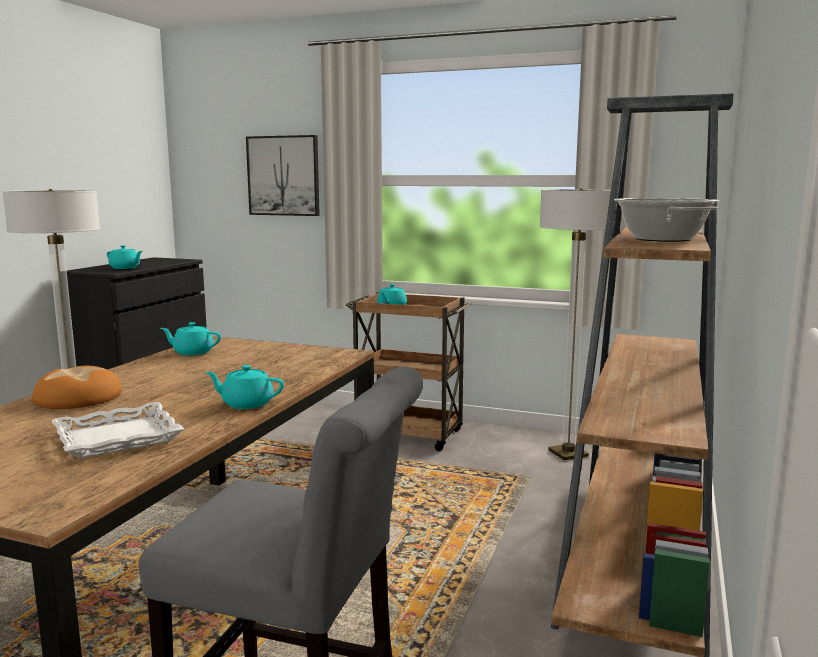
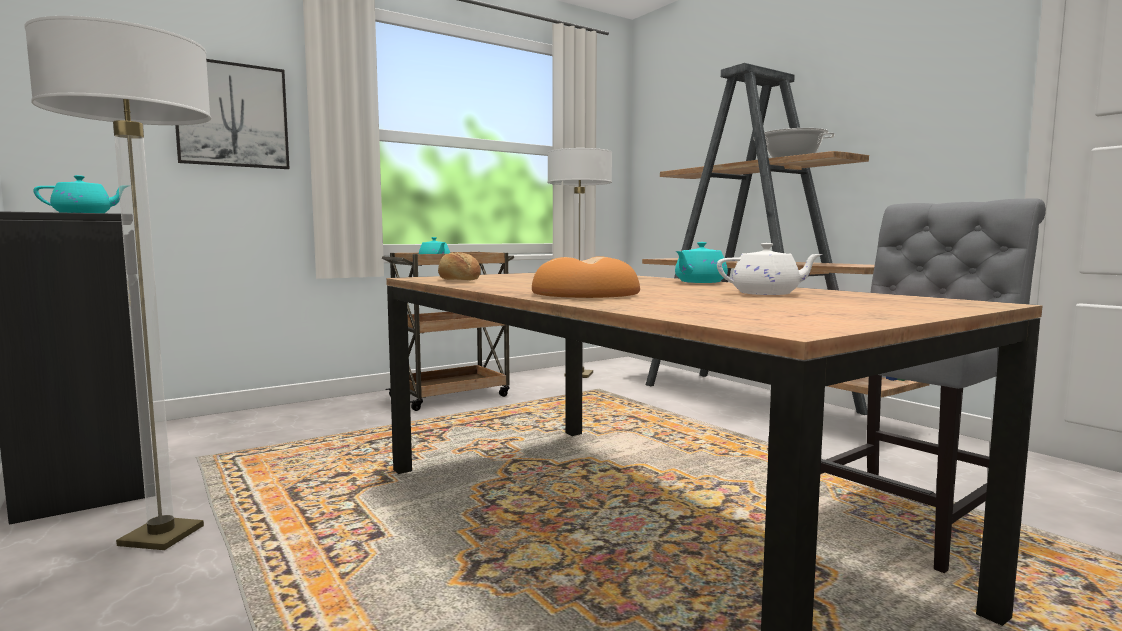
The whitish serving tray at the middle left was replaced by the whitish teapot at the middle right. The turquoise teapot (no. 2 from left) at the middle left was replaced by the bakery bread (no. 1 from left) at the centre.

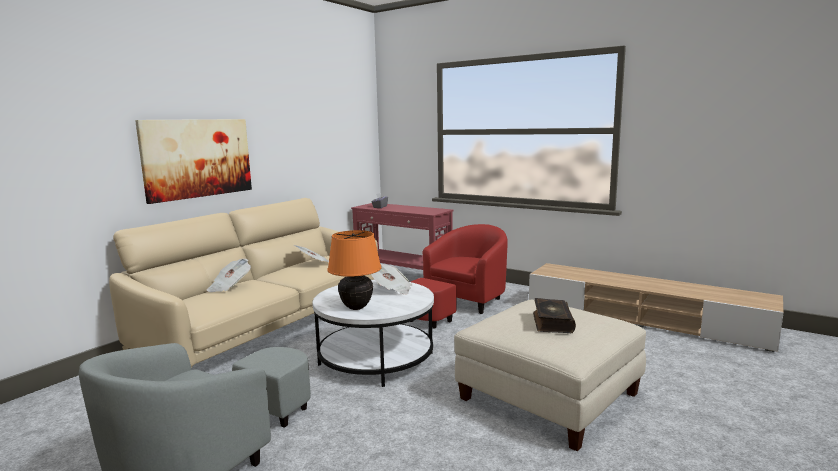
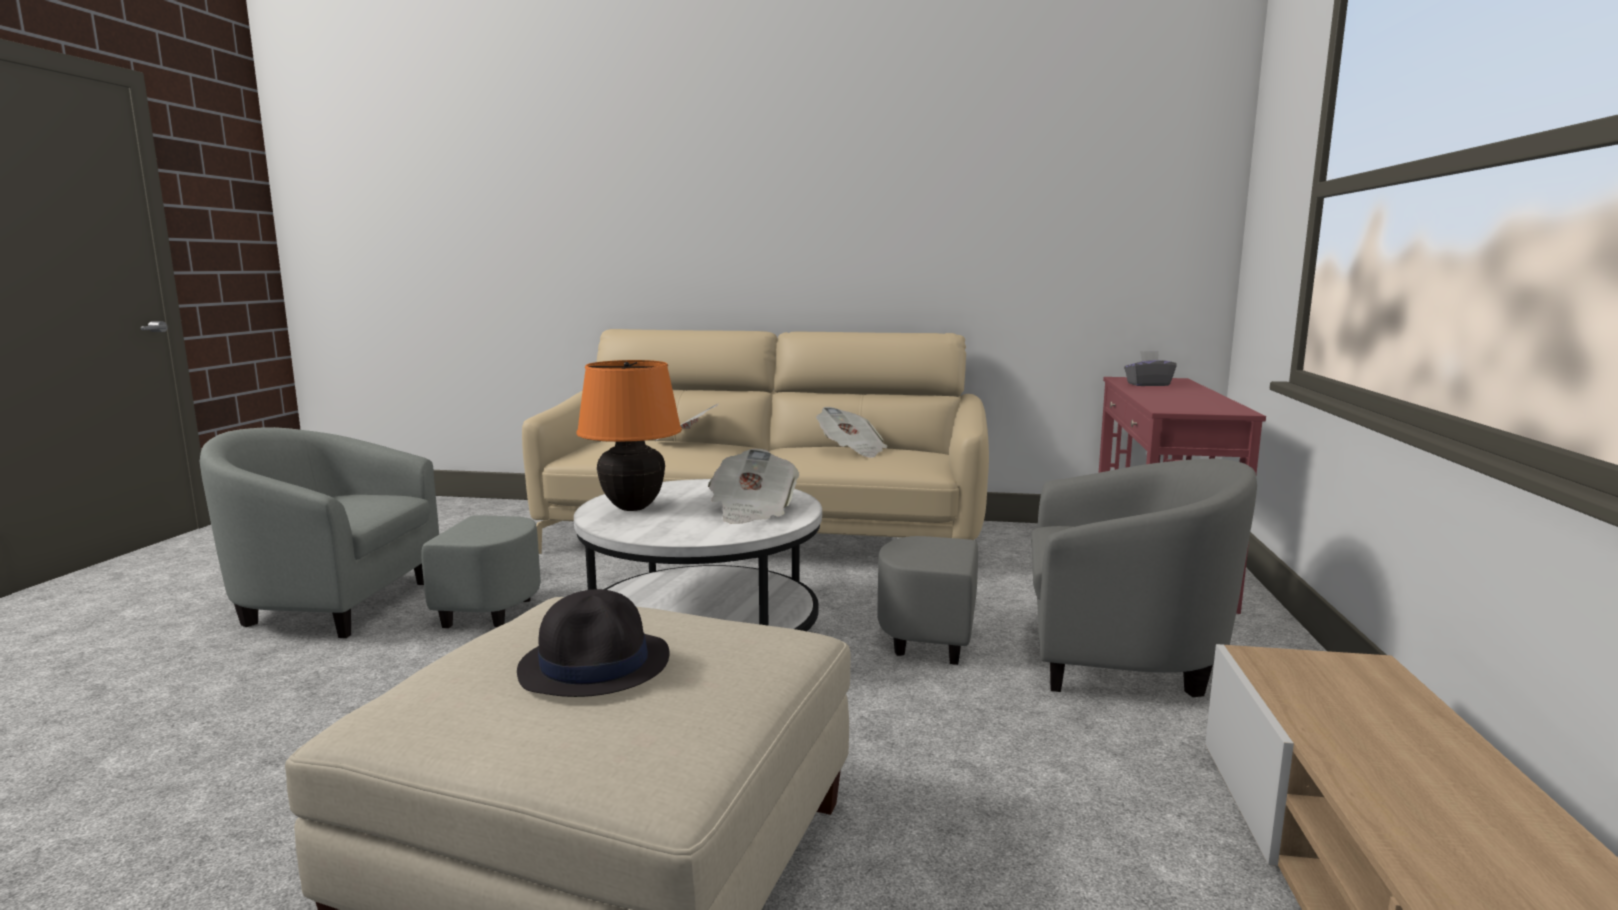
The picture at the middle left disappeared. The volume at the bottom centre was replaced by the black-coloured clothing hat at the bottom centre. The red-coloured armchair at the centre became the gray armchair (no. 2 from left) at the centre.

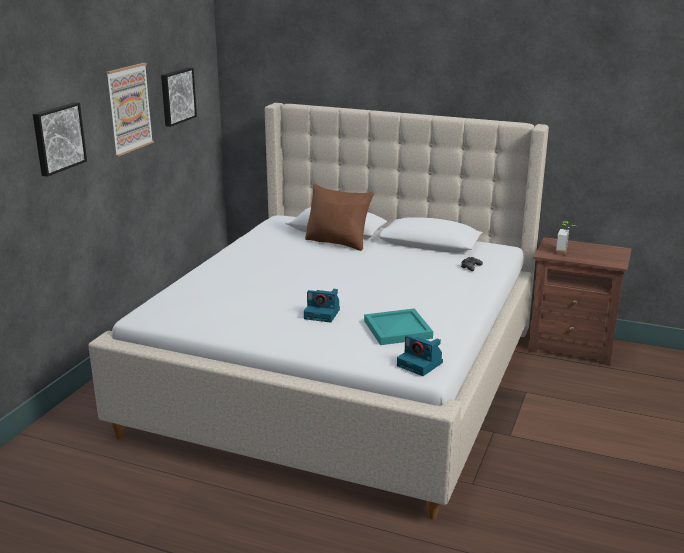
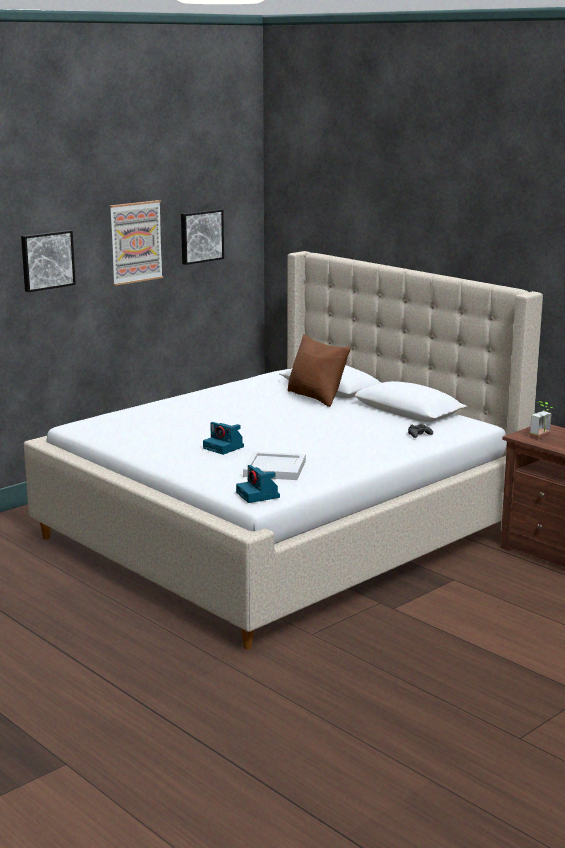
The turquoise serving tray at the centre became the whitish serving tray at the centre.

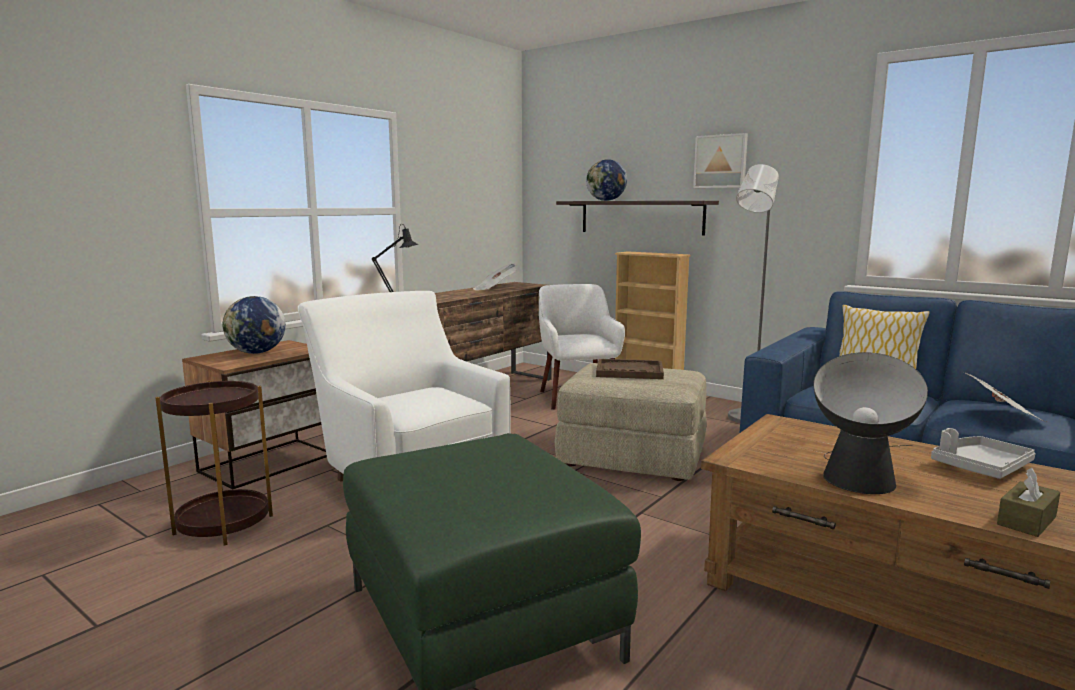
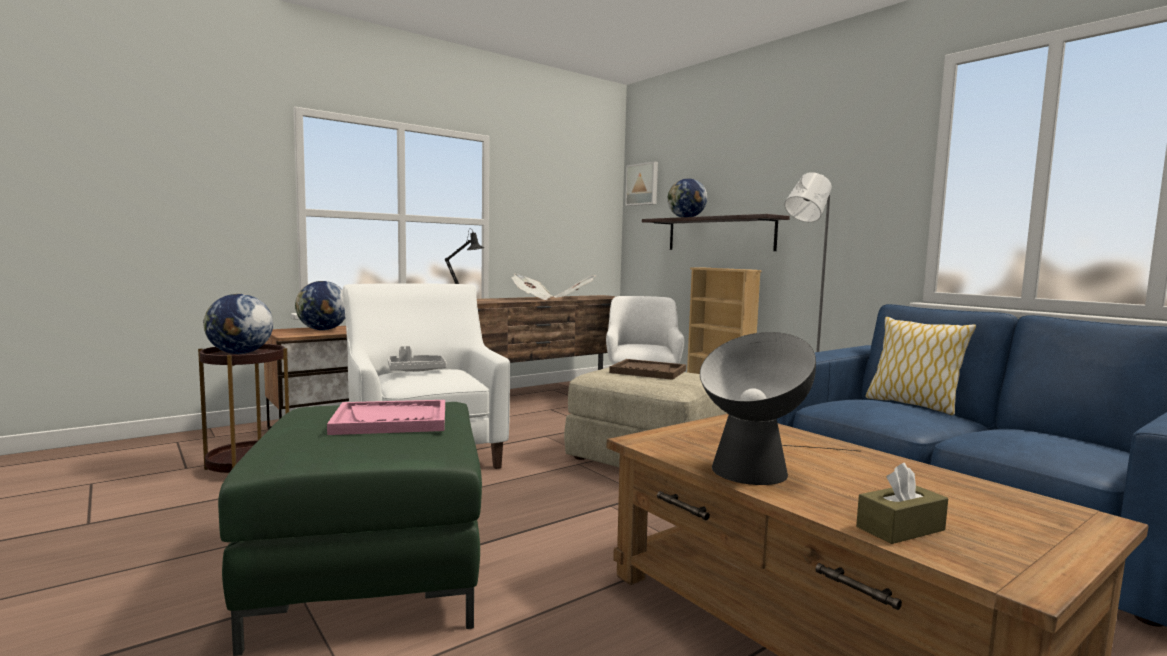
The desk globe (no. 1 from left) at the middle left appeared. The pink-coloured serving tray at the middle left appeared. The picture moved from the top right to the top centre. The gray serving tray moved from the middle right to the centre. The newspaper (no. 2 from left in the first image) moved from the middle right to the centre.

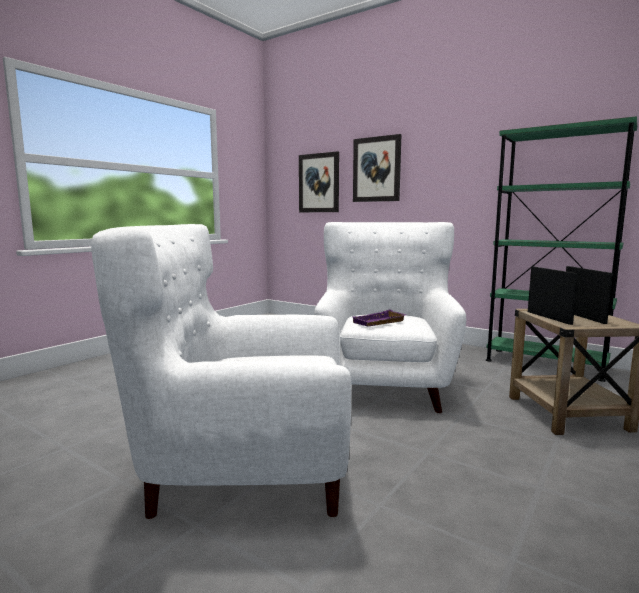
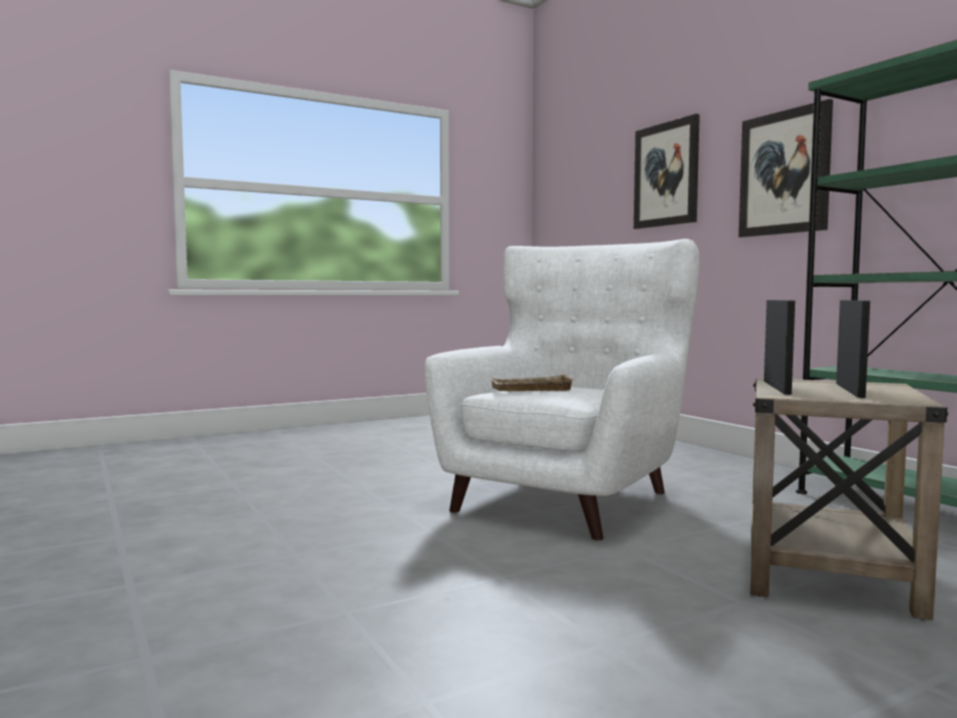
The whitish armchair (no. 1 from left) at the centre disappeared. The picture (no. 1 from left in the first image) moved from the top centre to the top right. The purplish serving tray at the centre became the beige serving tray at the centre.

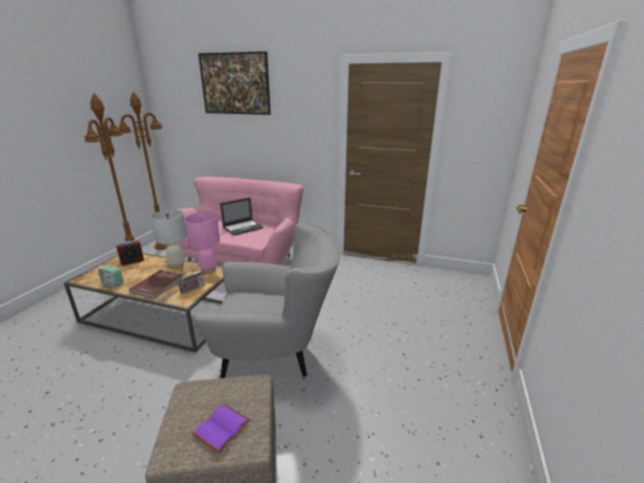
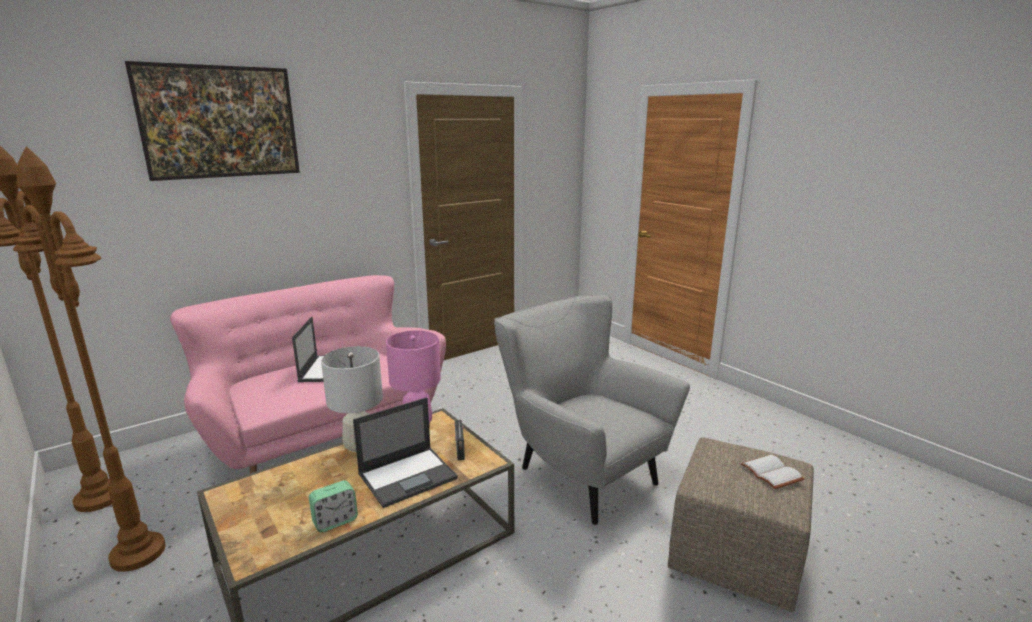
The bedside clock (no. 2 from left) at the middle left disappeared. The red-coloured volume at the middle left was replaced by the laptop (no. 2 from left) at the bottom centre. The purplish volume at the bottom centre became the whitish volume at the bottom right. The gray armchair at the centre turned 75 degrees counterclockwise.

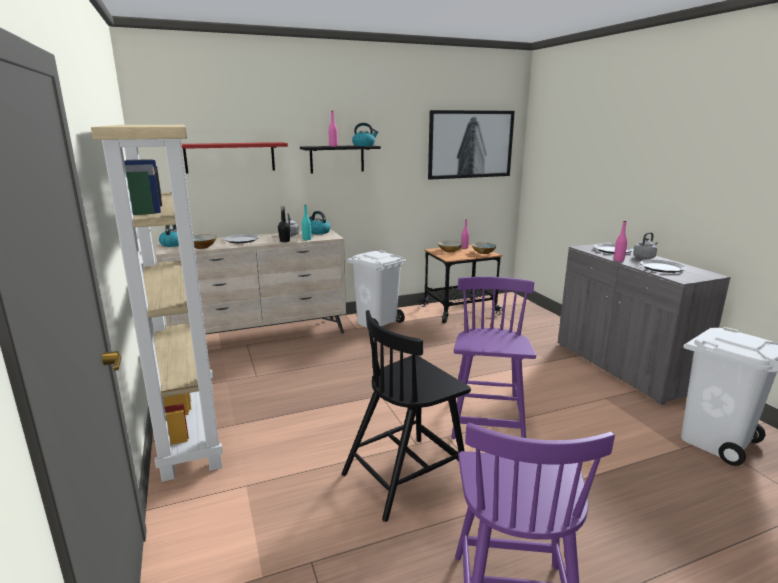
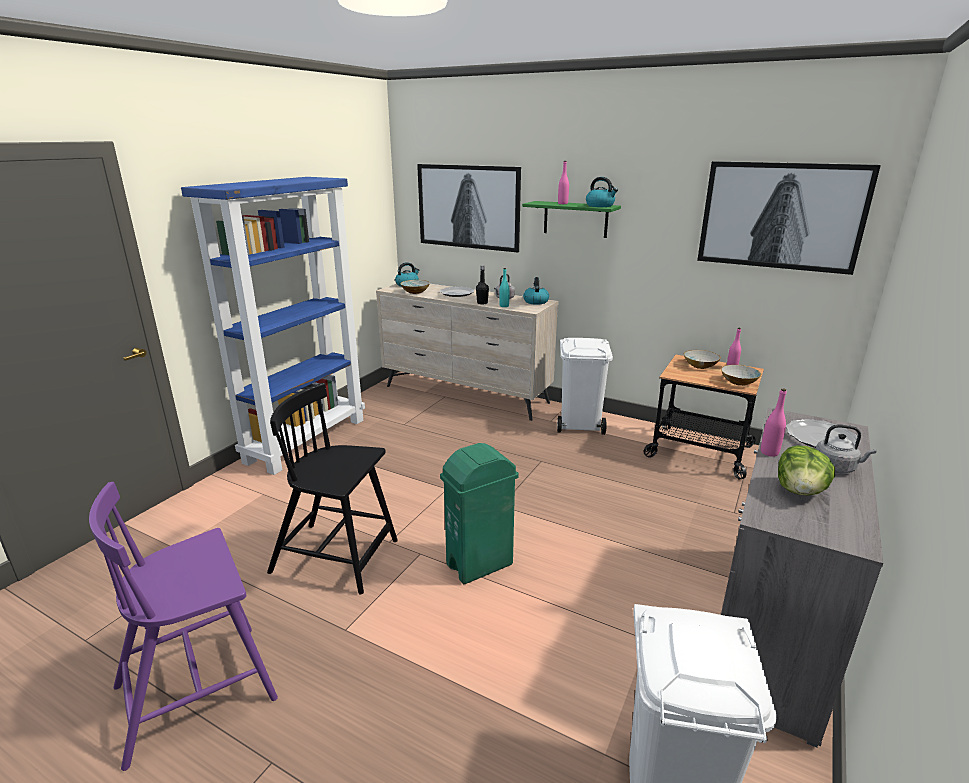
The red-coloured shelf at the top left was replaced by the picture (no. 1 from left) at the top centre. The purplish plain chair (no. 1 from left) at the centre was replaced by the green trash can at the centre. The dinner plate (no. 3 from left) at the middle right was replaced by the lettuce at the middle right. The beige bookshelf at the middle left became the bluish bookshelf at the middle left. The black-coloured shelf at the top centre became the green shelf at the top centre.

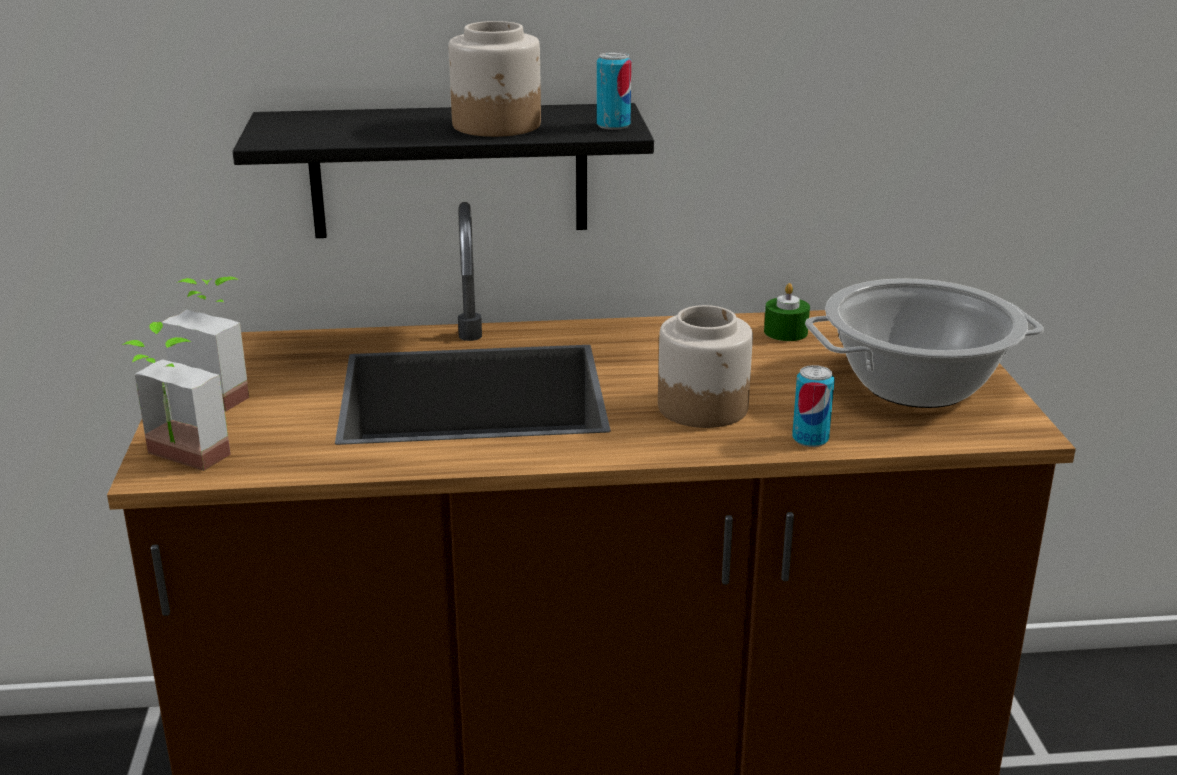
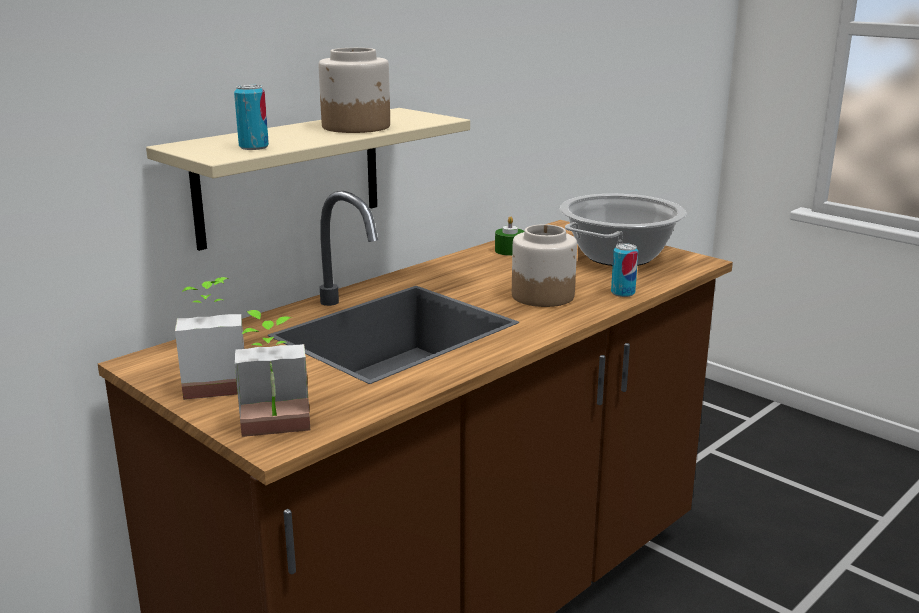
The can (no. 1 from left) moved from the top centre to the top left. The black-coloured shelf at the top centre became the beige shelf at the top centre.

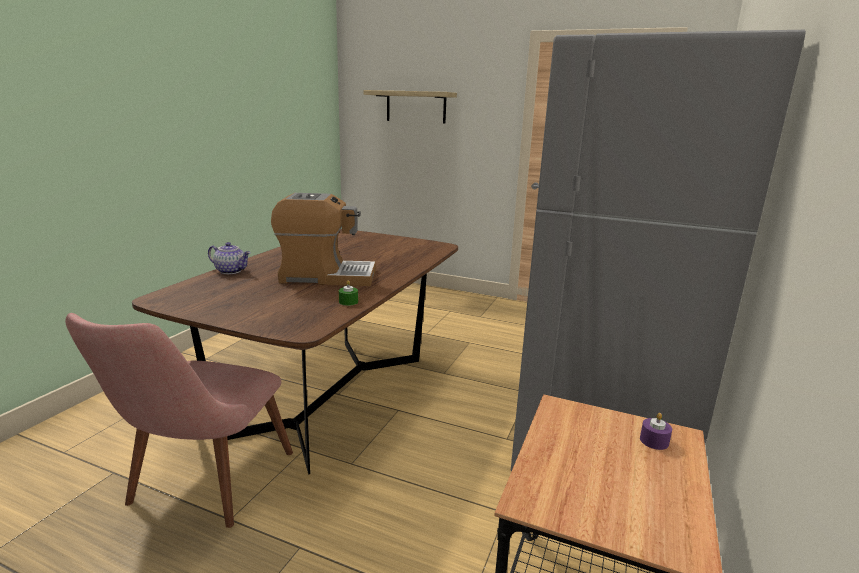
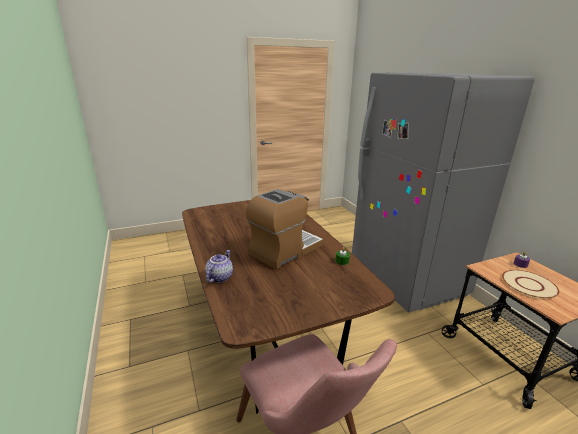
The shelf at the top centre disappeared. The beige dinner plate at the middle right appeared. The teapot at the middle left turned 45 degrees counterclockwise.

